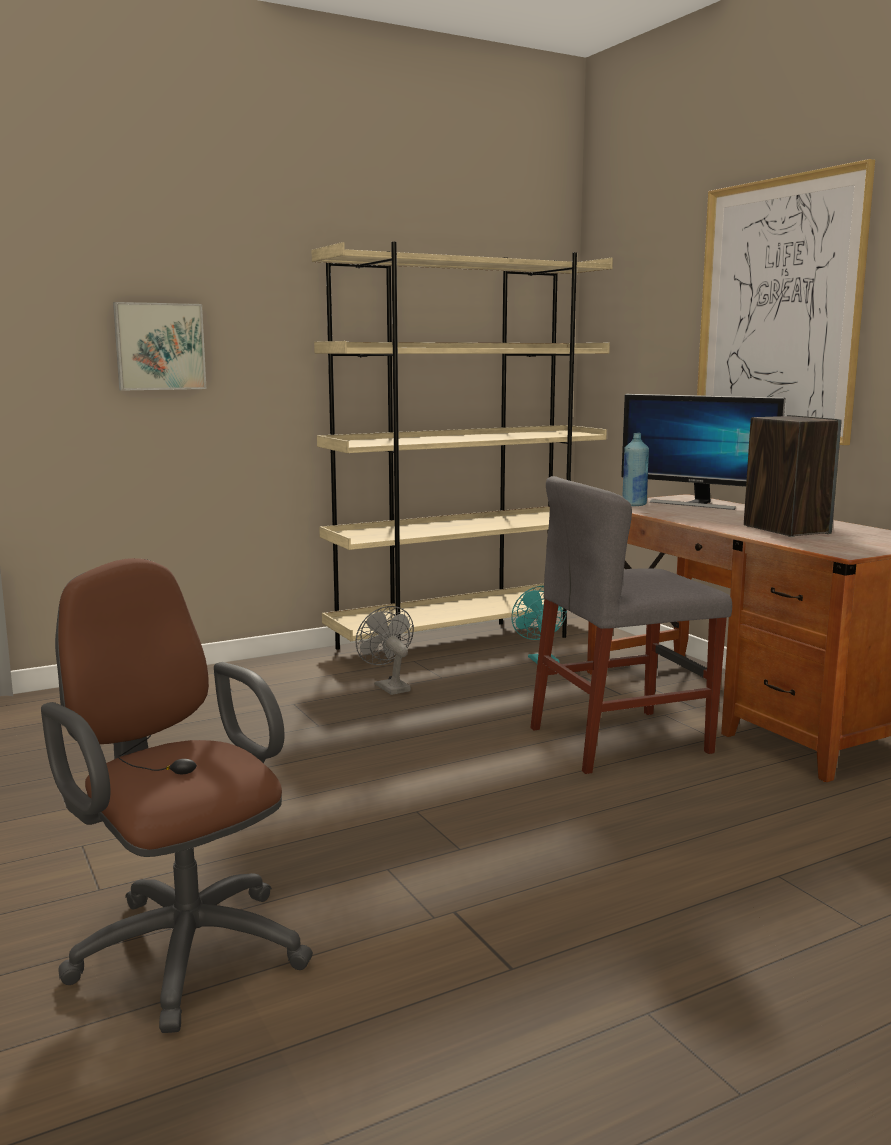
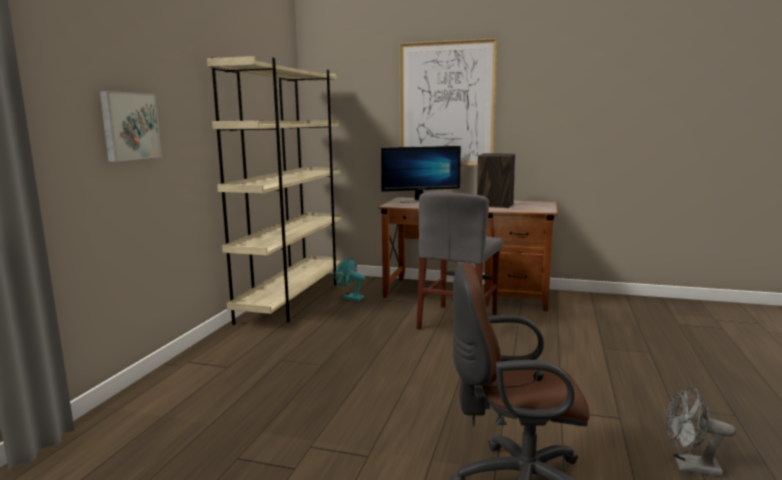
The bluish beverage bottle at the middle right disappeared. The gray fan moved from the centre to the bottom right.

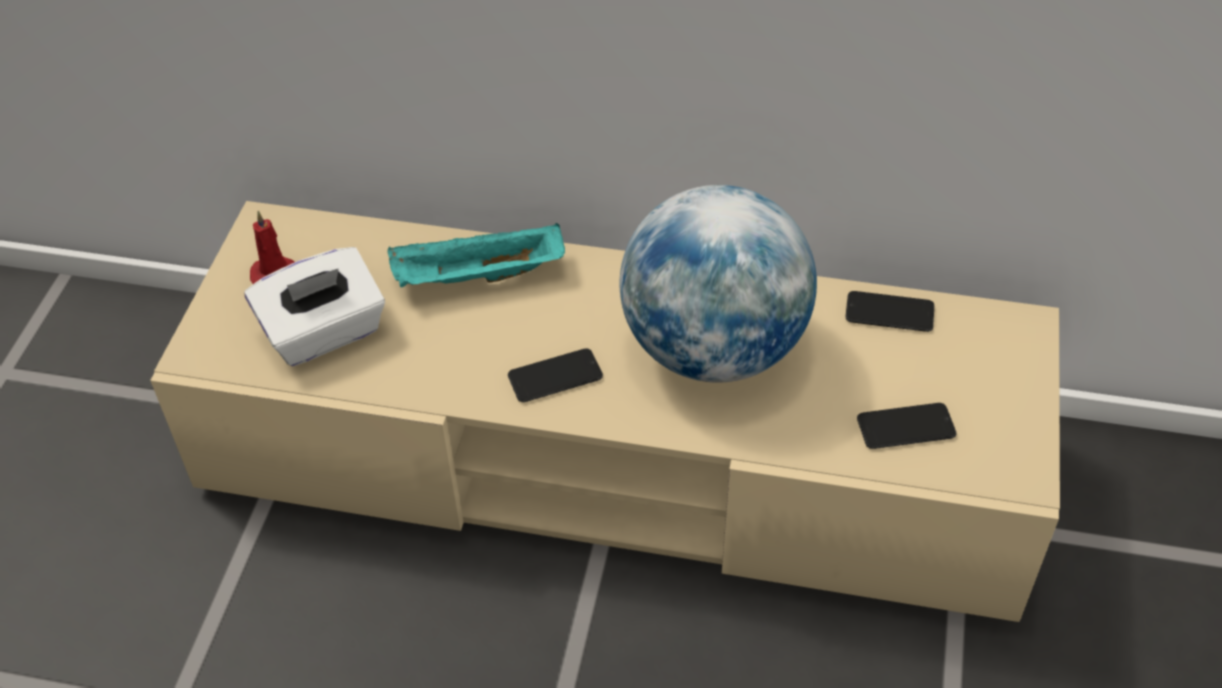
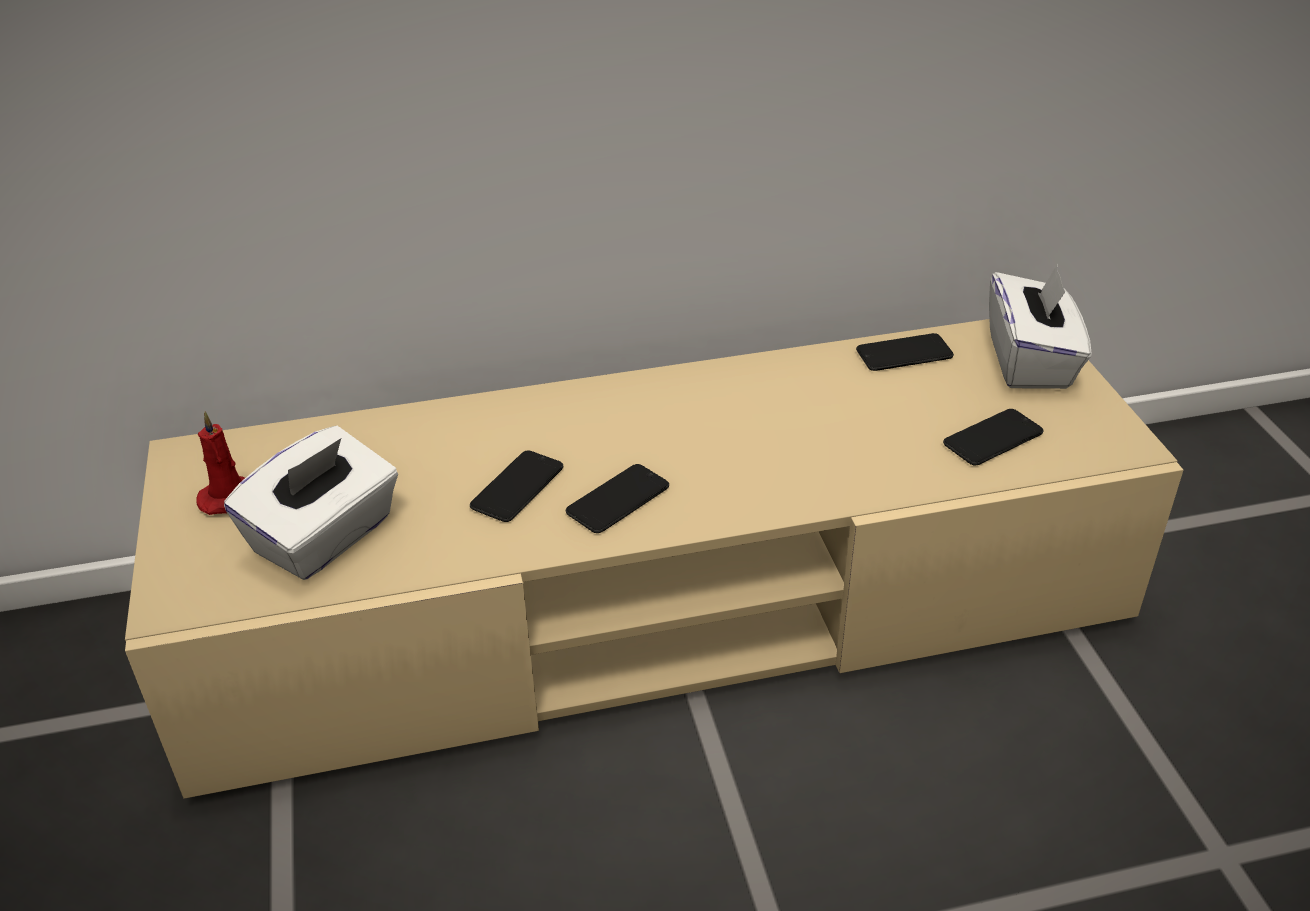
The turquoise serving tray at the centre disappeared. The desk globe at the centre disappeared. The handset (no. 1 from left) at the centre appeared. The whitish tissue holder (no. 2 from left) at the middle right appeared.

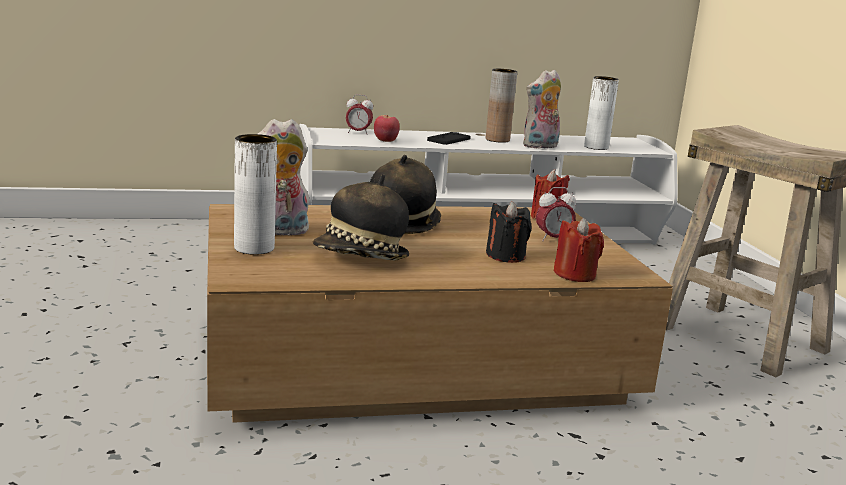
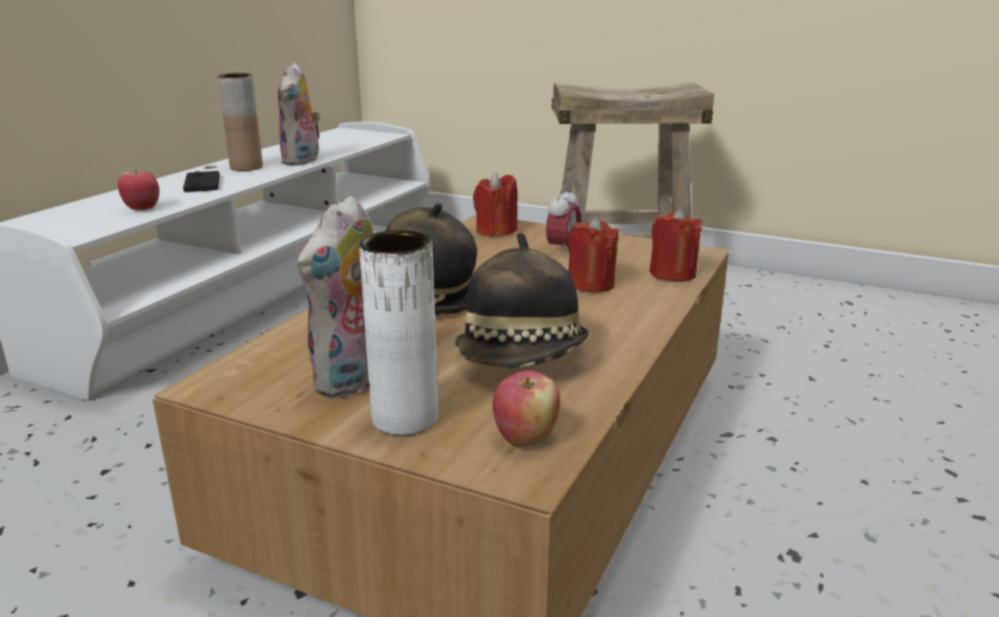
The bedside clock (no. 1 from left) at the top centre disappeared. The whitish flower vase (no. 2 from left) at the top right disappeared. The whole apple (no. 2 from left) at the centre appeared. The black-coloured wax light at the centre became the red-coloured wax light (no. 2 from left) at the centre.

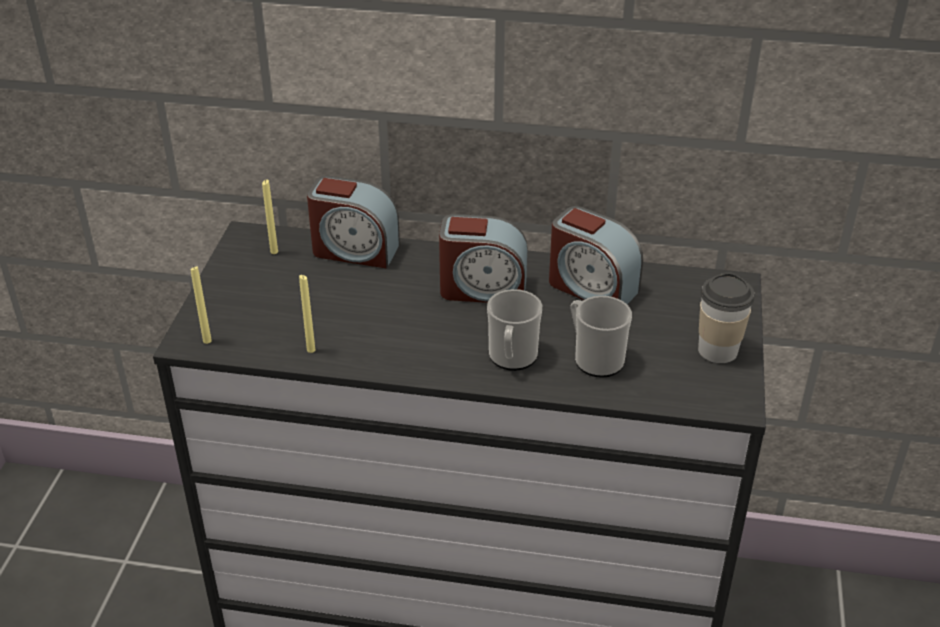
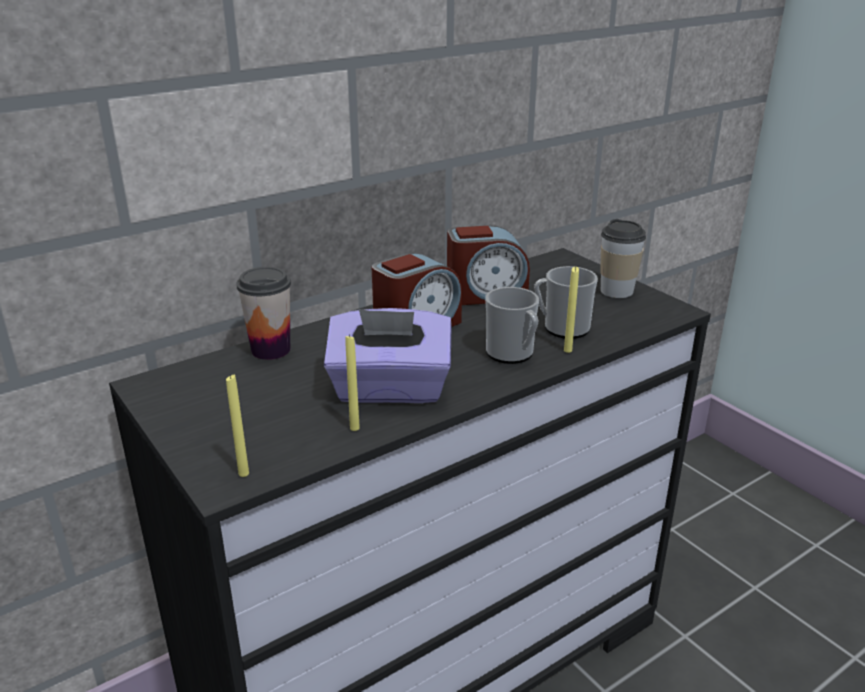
The purplish tissue holder at the centre appeared. The yellow wax light (no. 2 from left in the first image) moved from the middle left to the centre. The bedside clock (no. 1 from left) at the centre was replaced by the small cup (no. 1 from left) at the middle left.

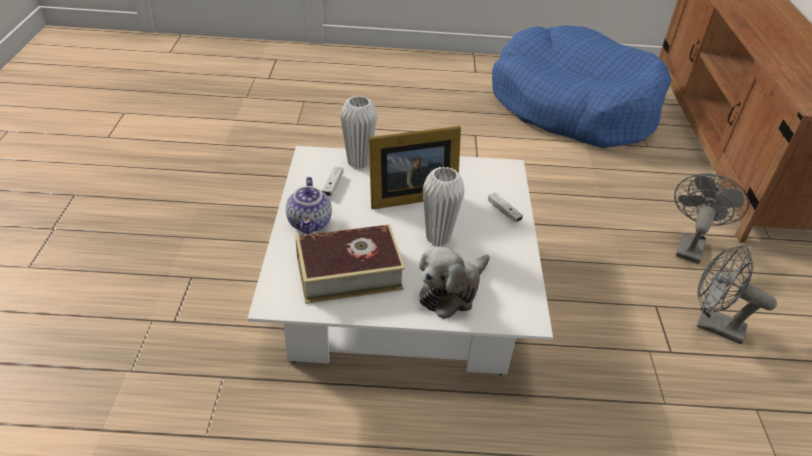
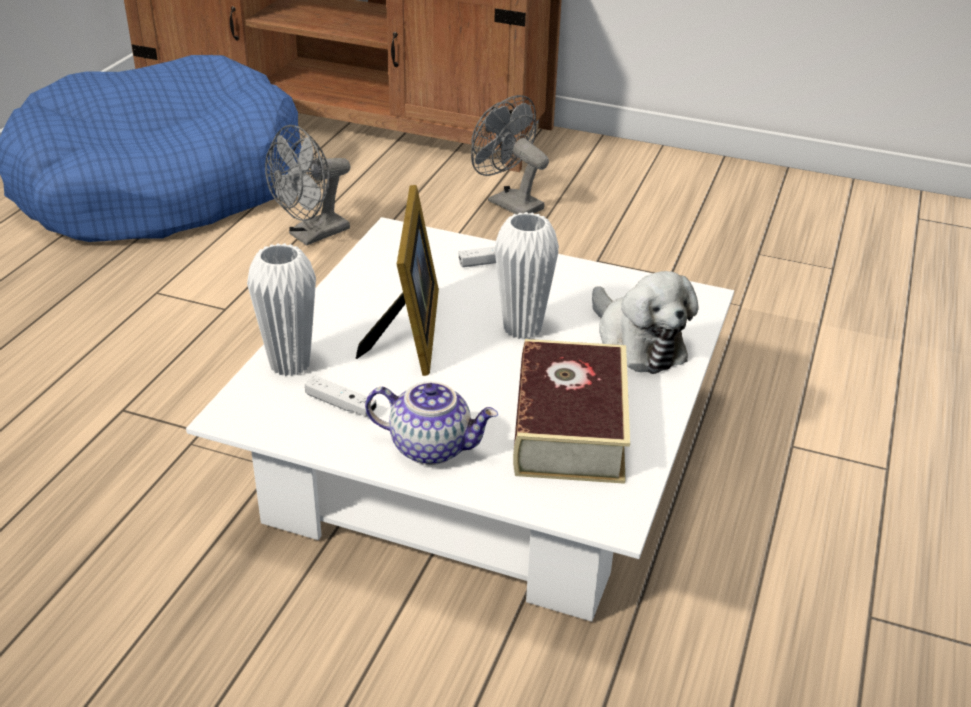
The gray fan (no. 2 from left in the first image) moved from the middle right to the top left.

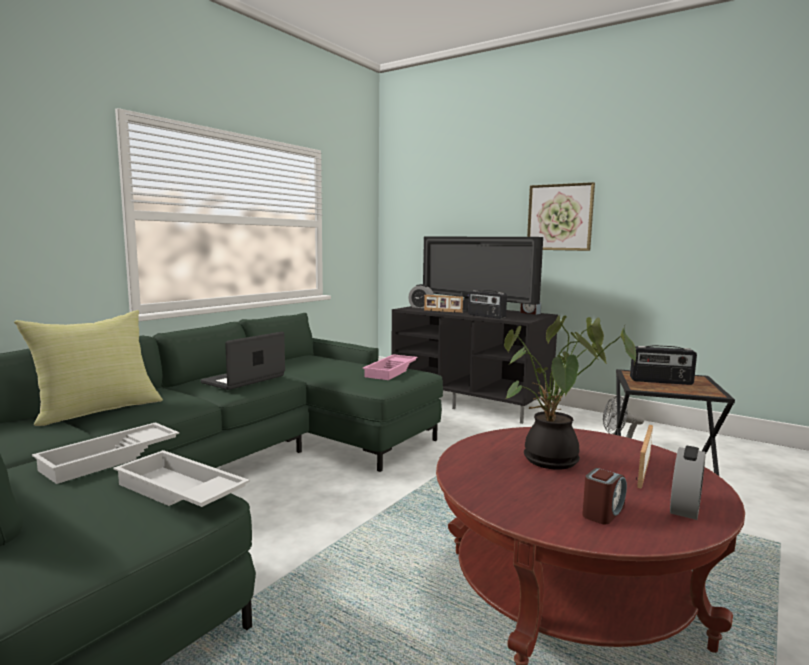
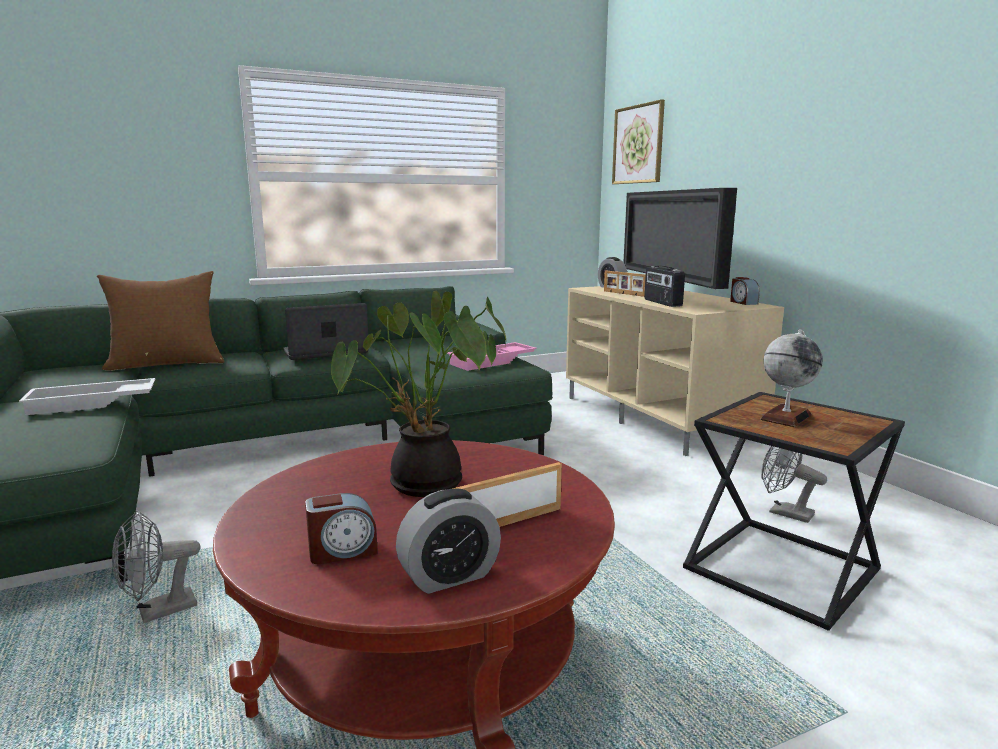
The whitish serving tray (no. 2 from left) at the bottom left disappeared. The gray fan (no. 1 from left) at the bottom left appeared. The picture moved from the top right to the top centre. The radio (no. 2 from left) at the middle right was replaced by the desk globe at the middle right. The yellow cushion at the middle left became the brown-coloured cushion at the middle left. The black-coloured tv stand at the centre became the beige tv stand at the middle right.

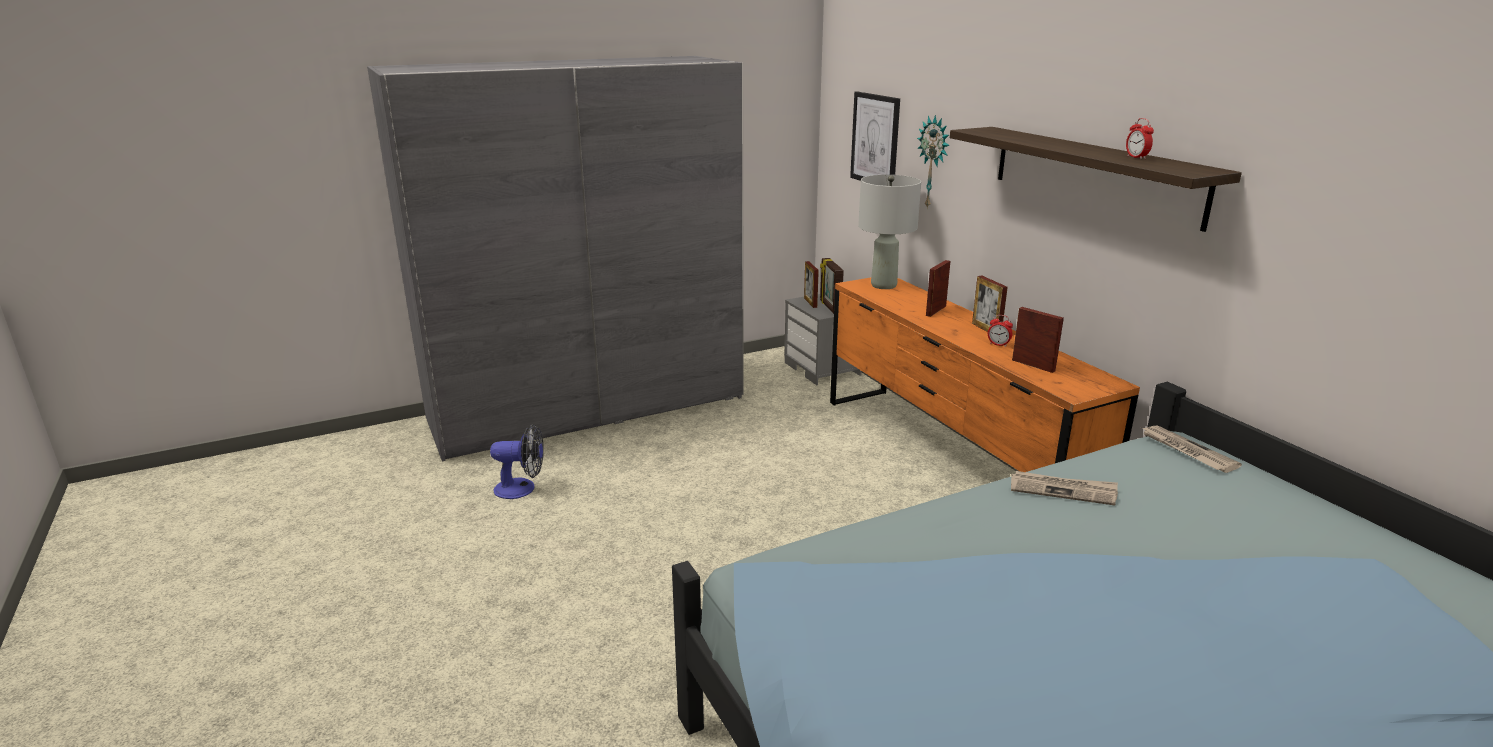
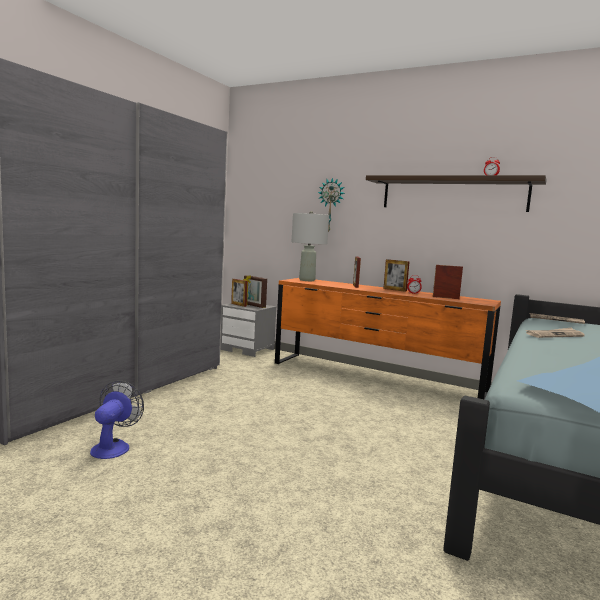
The picture at the top centre disappeared. The fan at the centre turned 45 degrees counterclockwise.

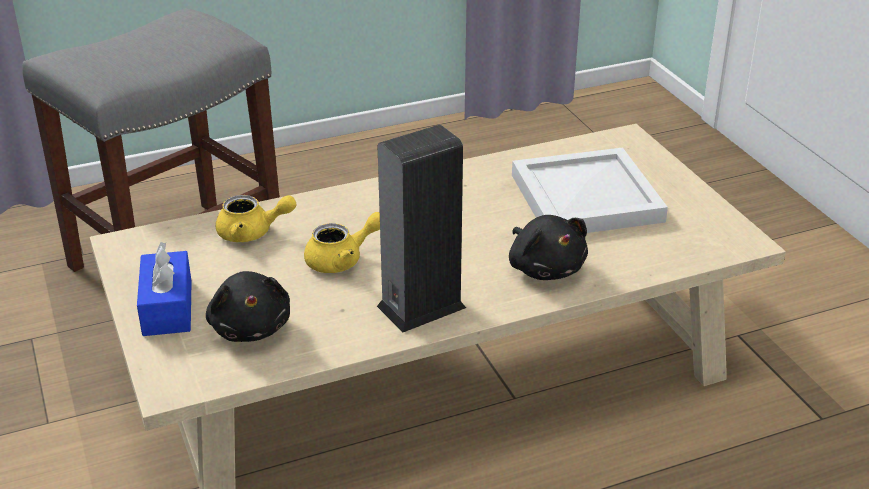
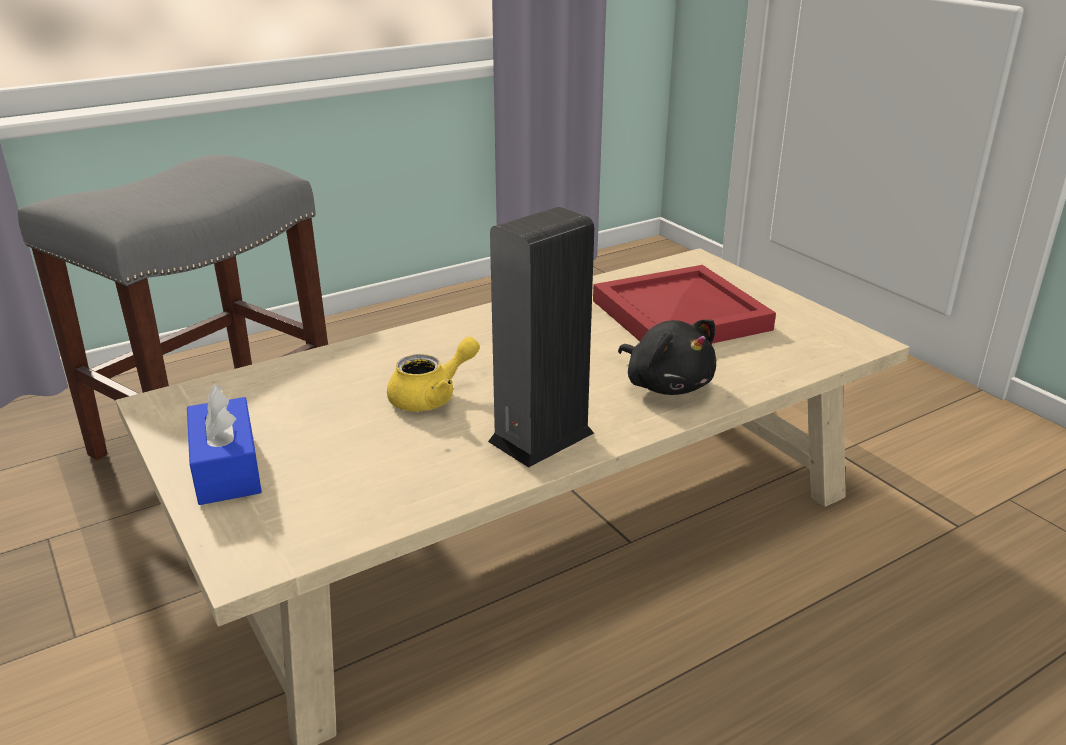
The black-coloured cuddly toy (no. 1 from left) at the middle left disappeared. The yellow teapot (no. 1 from left) at the middle left disappeared. The whitish serving tray at the middle right became the red-coloured serving tray at the centre.

